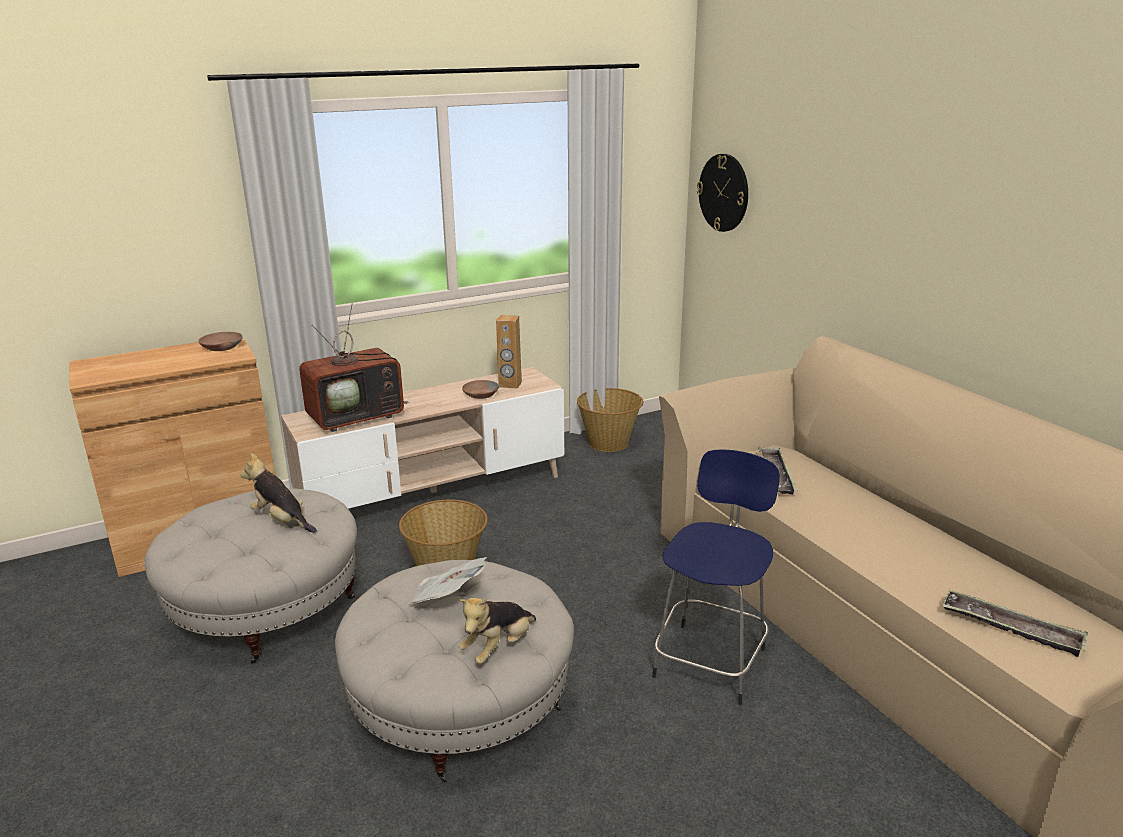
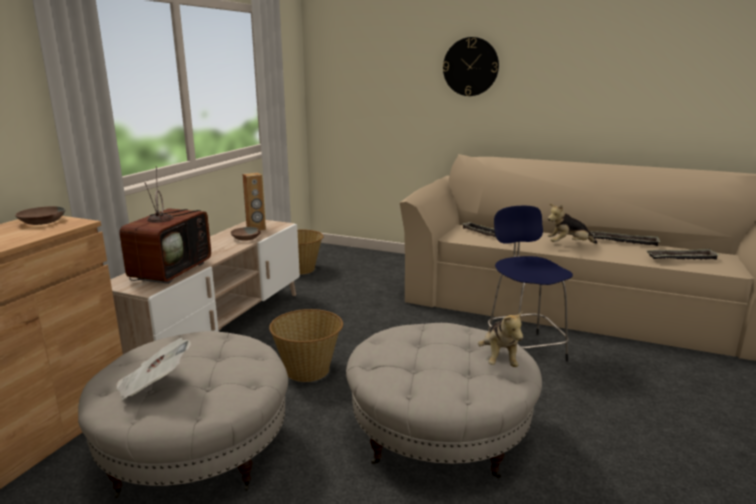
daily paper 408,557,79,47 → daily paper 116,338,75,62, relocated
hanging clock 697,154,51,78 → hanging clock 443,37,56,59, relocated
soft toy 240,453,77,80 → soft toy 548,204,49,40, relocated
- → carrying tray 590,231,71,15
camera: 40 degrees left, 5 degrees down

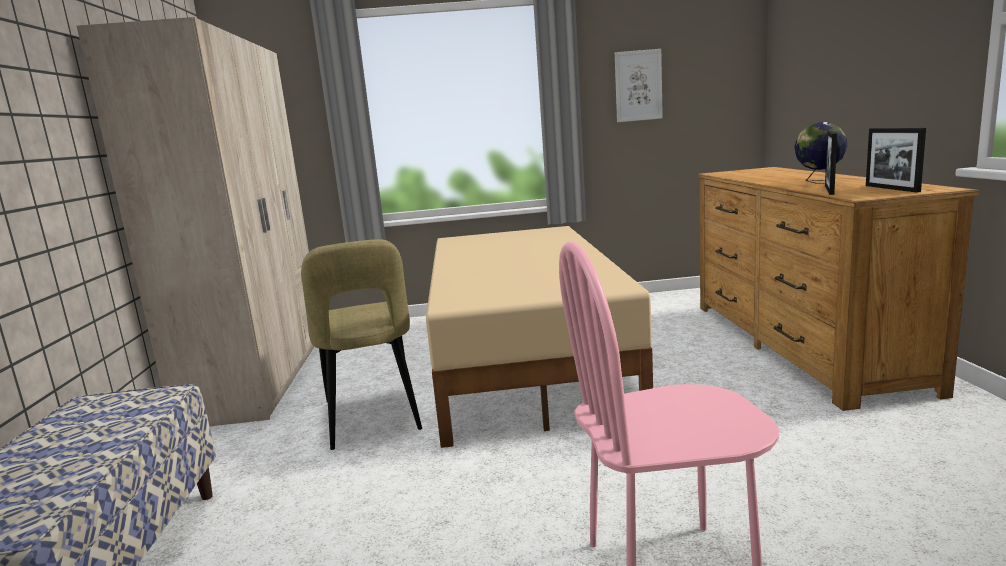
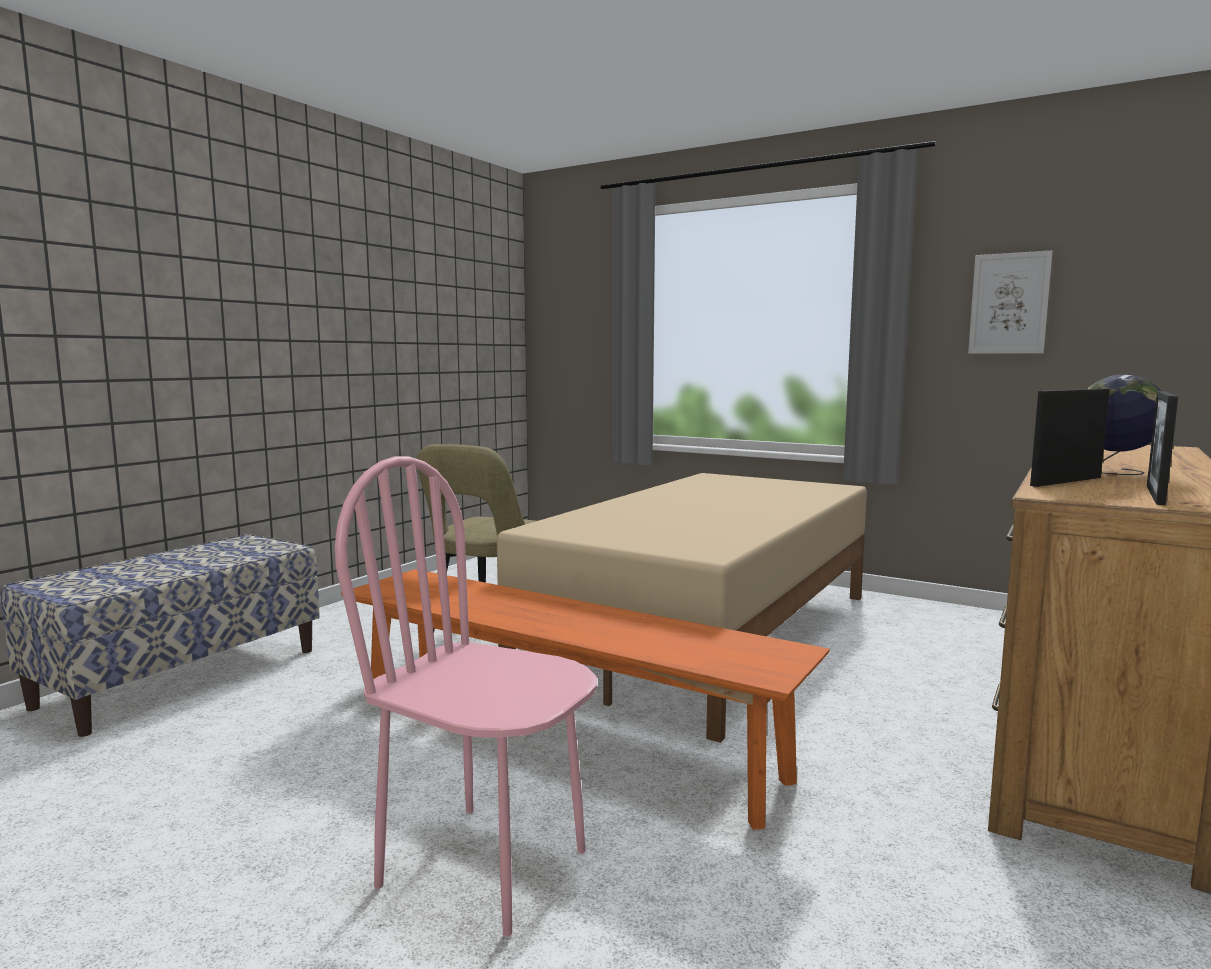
- → orangey indoor bench 341,569,489,261
sand-coloured armoire 77,17,237,409 → -
camera: 35 degrees right, 5 degrees down

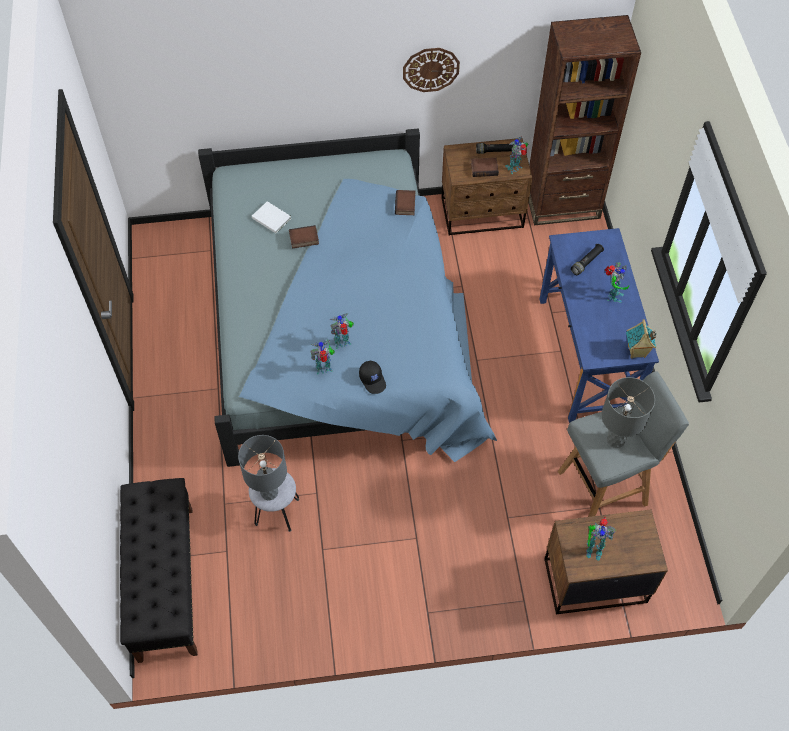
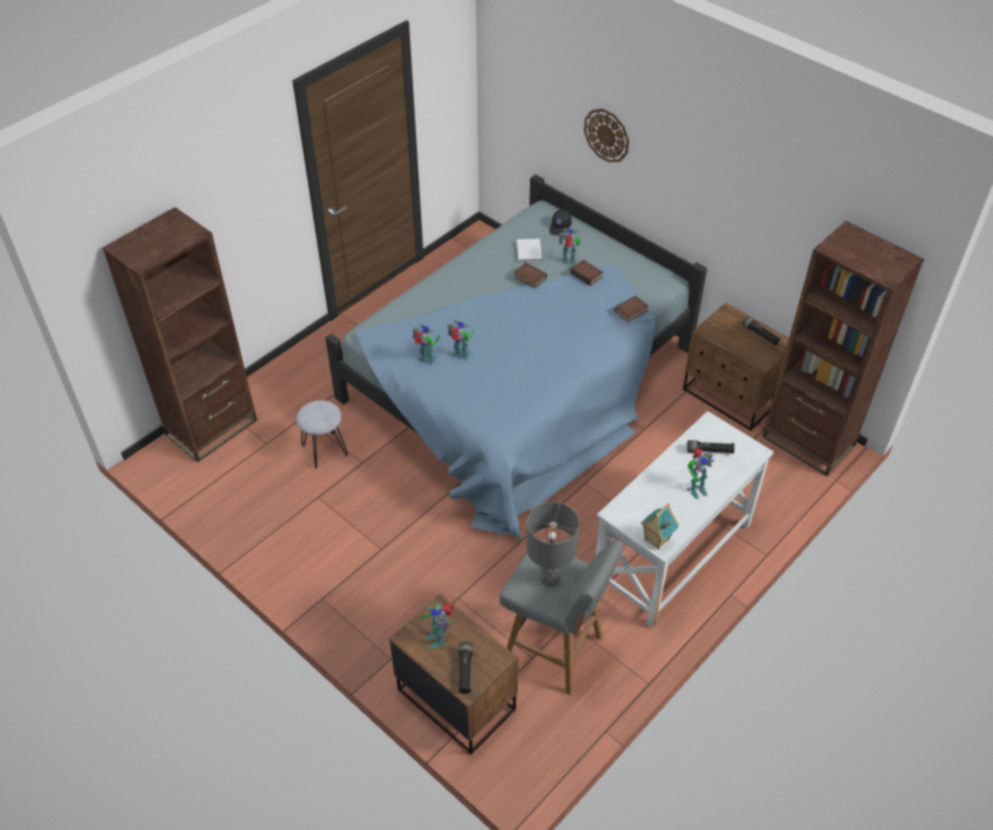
blackish indoor bench 120,478,78,185 → brown shelving unit 103,207,154,255
- → blackish hand torch 458,642,15,52
blackish peaked cap 359,361,27,33 → blackish peaked cap 549,210,23,26, relocated
model robot 505,136,23,38 → model robot 559,229,21,37, relocated
volume 471,158,28,19 → volume 570,260,33,26, relocated
hanging clock 403,48,57,44 → hanging clock 584,109,45,54, relocated
blue desk 539,228,120,195 → white-coloured desk 596,411,178,217
gray table lamp 238,435,49,66 → -
camera: 50 degrees right, 10 degrees down

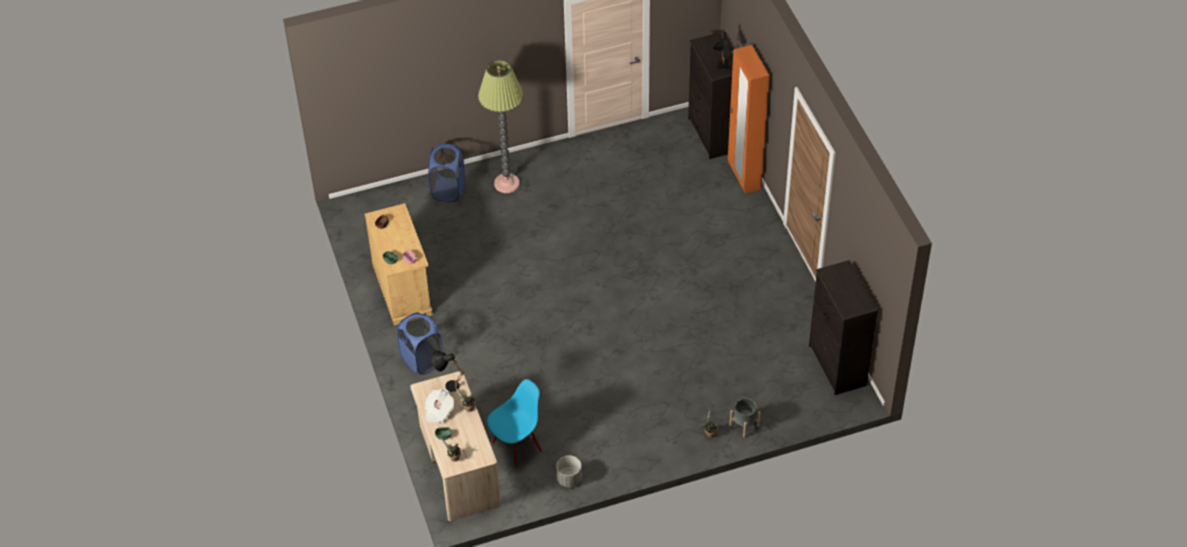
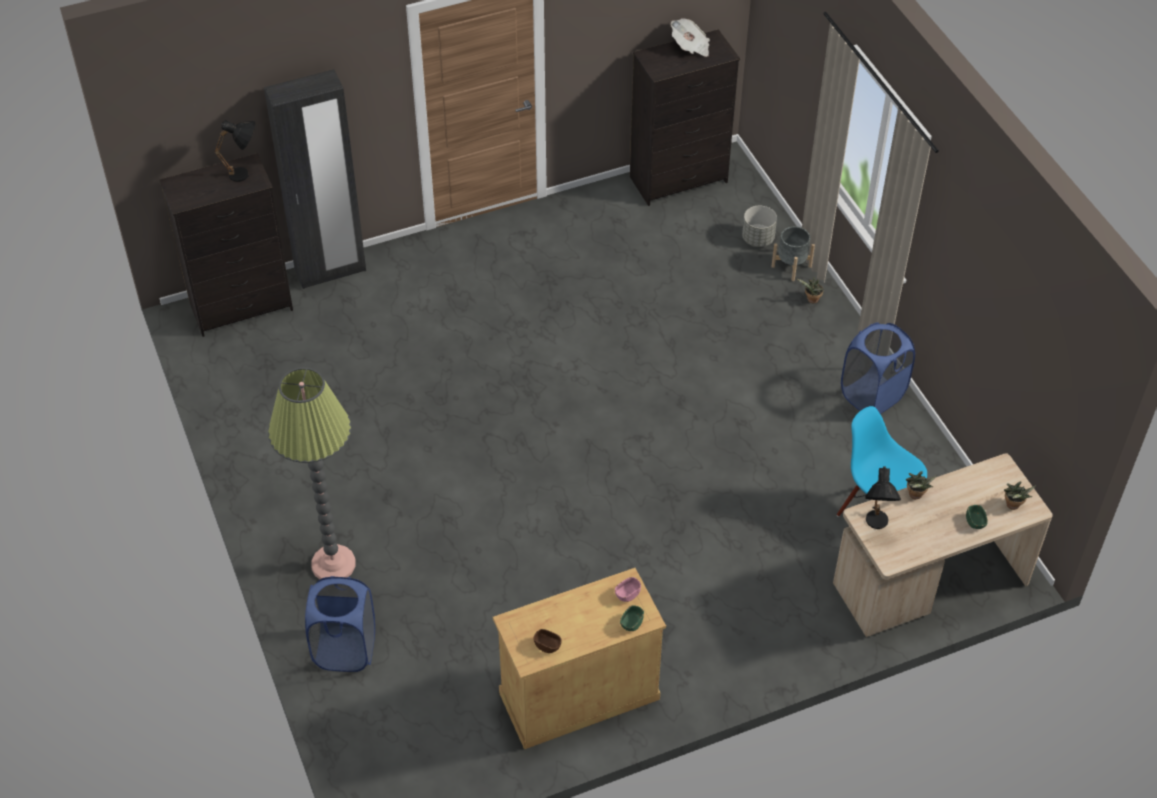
orangey armoire 728,45,42,148 → blackish armoire 264,69,102,220
daily paper 424,389,30,34 → daily paper 671,18,39,39, relocated
gray plant pot 556,455,26,32 → gray plant pot 742,206,35,41, relocated
blue hamper 397,312,46,63 → blue hamper 841,322,74,92, relocated
camera: 95 degrees left, 0 degrees up

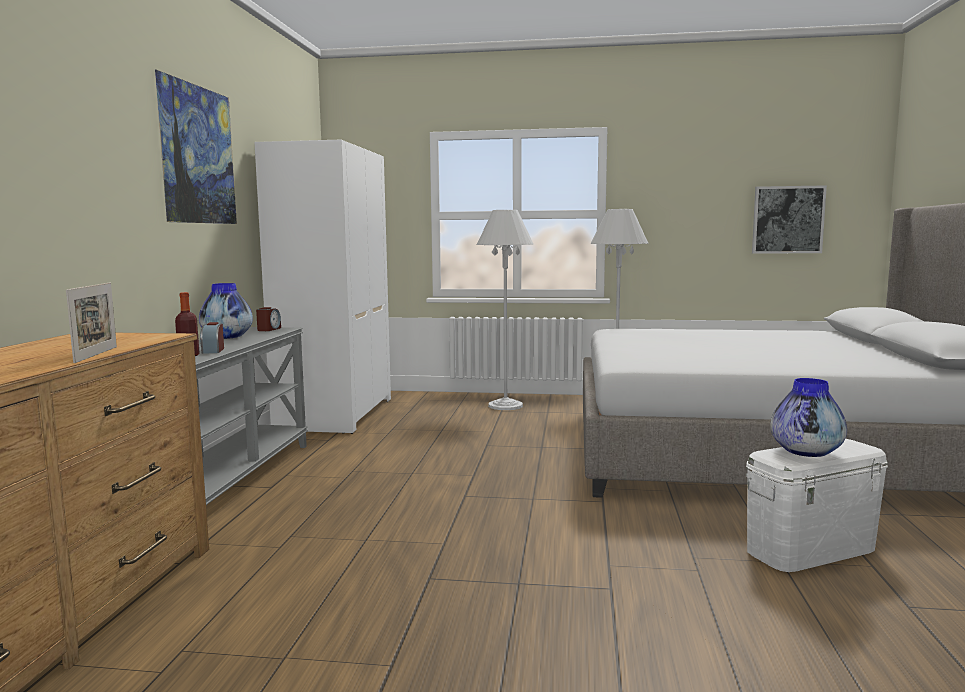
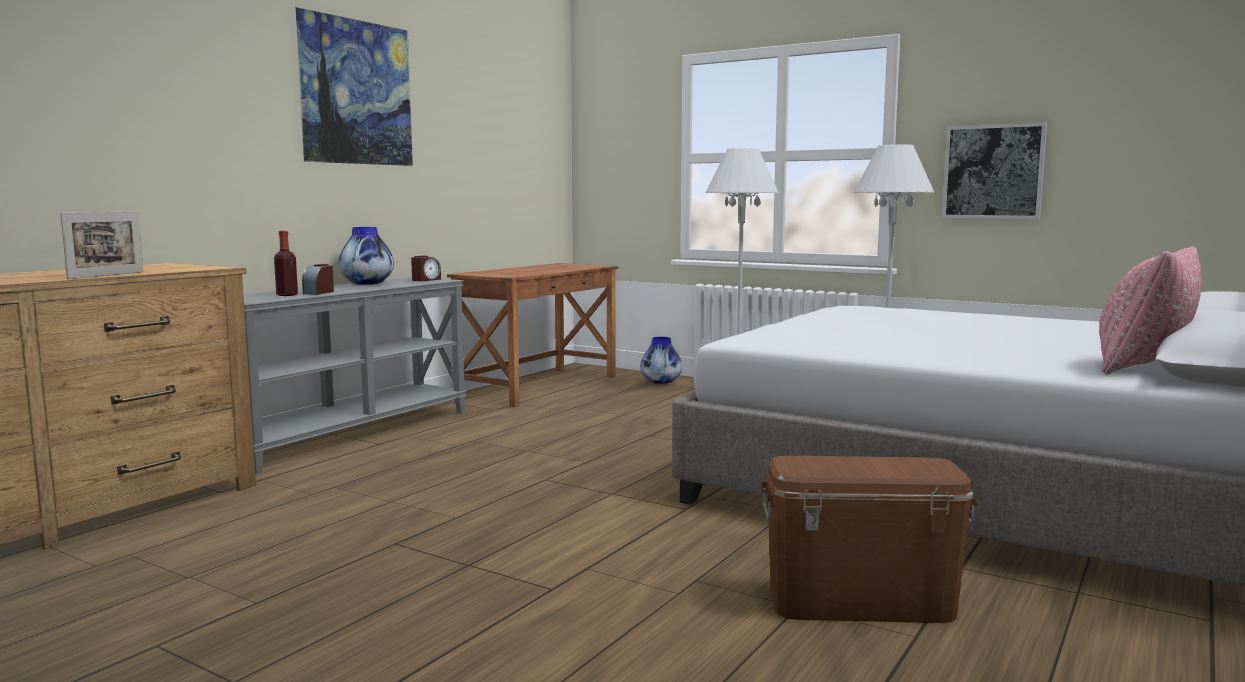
white-coloured armoire 254,140,137,294 → brown desk 447,263,171,144
decorative vase 770,378,77,79 → decorative vase 640,337,42,47, relocated
white-coloured storage bin 746,439,142,133 → brown storage bin 761,456,216,167
picture 752,185,75,69 → picture 942,122,105,97, relocated
- → pink-coloured pillow 1099,246,102,128
camera: 25 degrees right, 0 degrees up

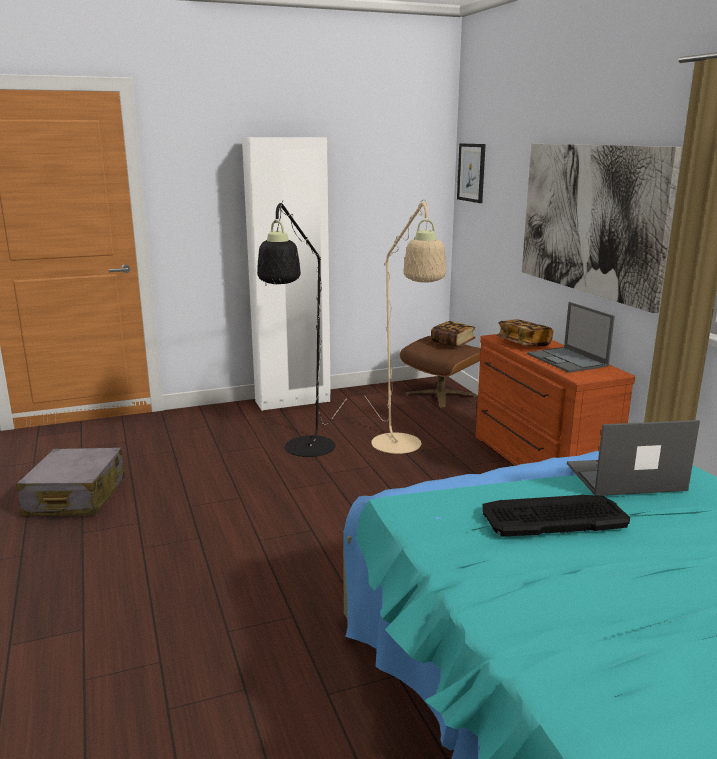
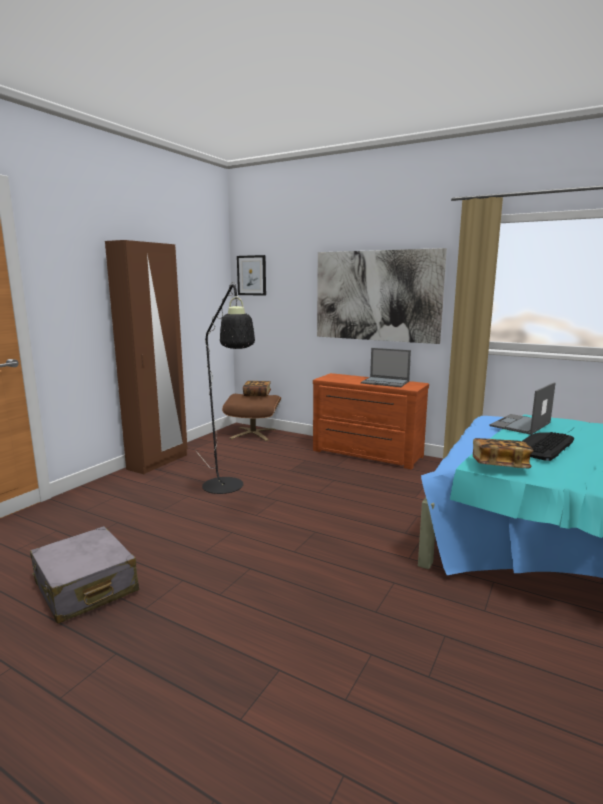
white-coloured armoire 242,137,89,274 → brown armoire 105,240,83,234
volume 496,319,57,27 → volume 473,438,61,31, relocated
sand-coloured standard lamp 365,199,81,255 → -
camera: 40 degrees left, 5 degrees down

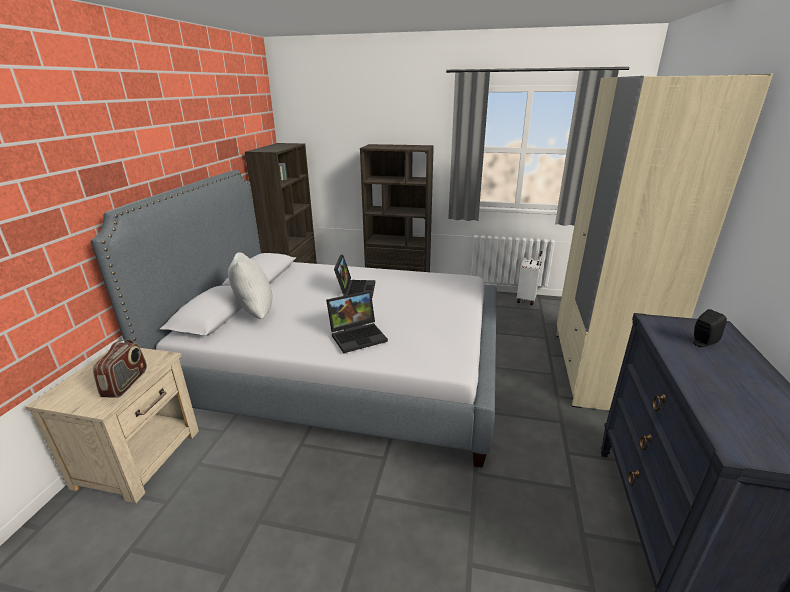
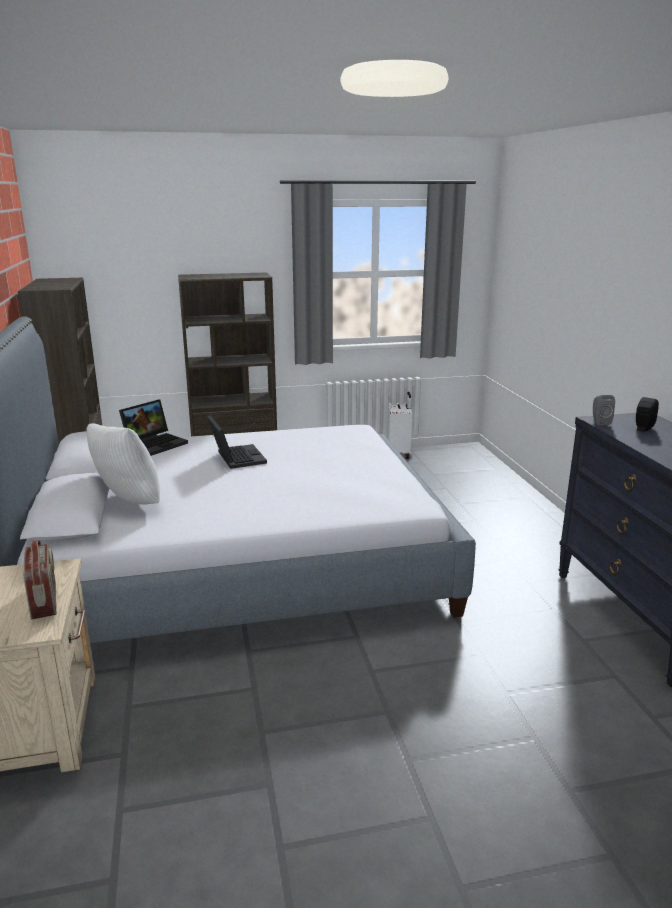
laptop 326,291,62,62 → laptop 119,399,69,57, relocated
- → gray loudspeaker 593,395,22,30
sand-coloured armoire 556,74,217,337 → -
camera: 25 degrees left, 5 degrees down

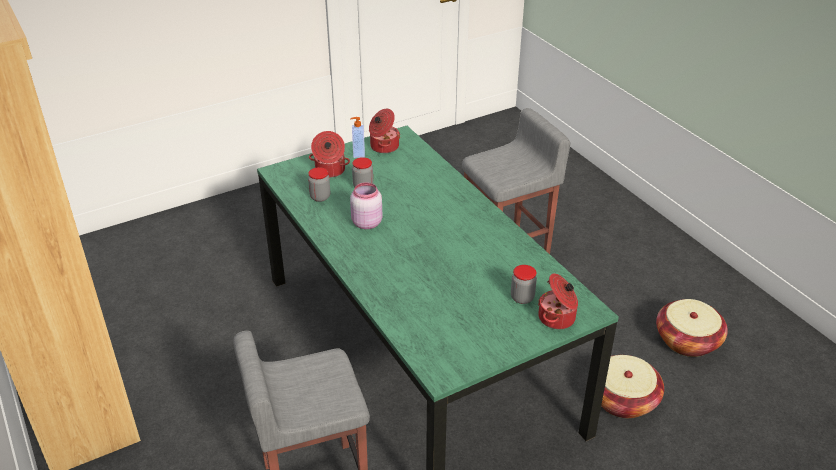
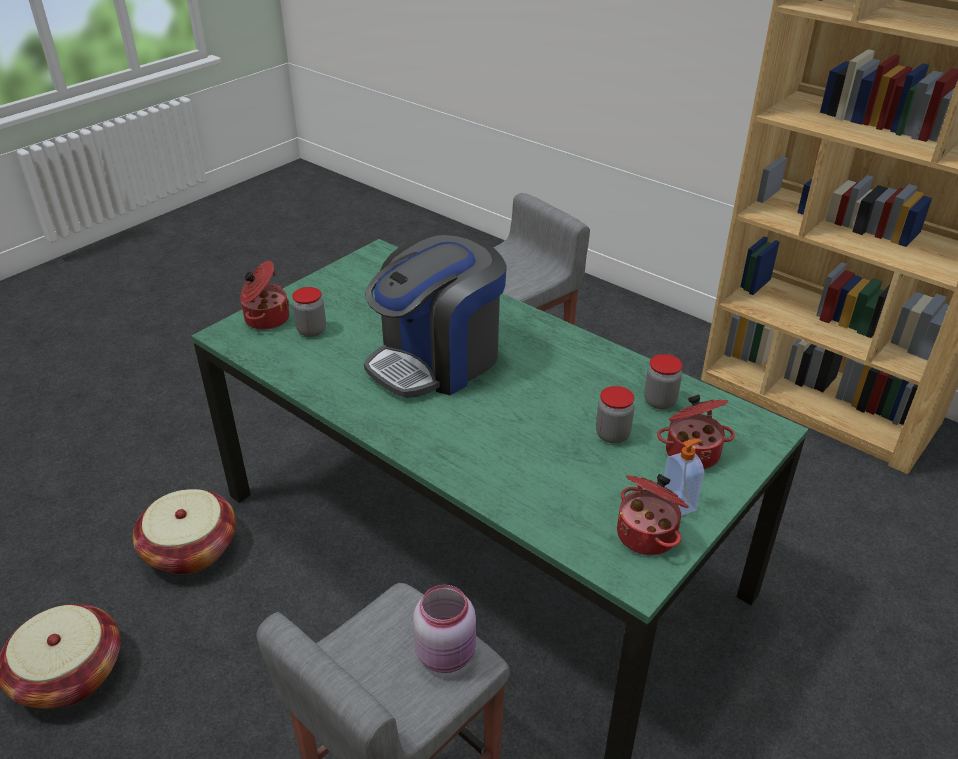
- → coffee brewer 364,233,143,165
pink-coloured storage jar 350,182,32,47 → pink-coloured storage jar 413,585,63,88, relocated
camera: 160 degrees right, 0 degrees up

